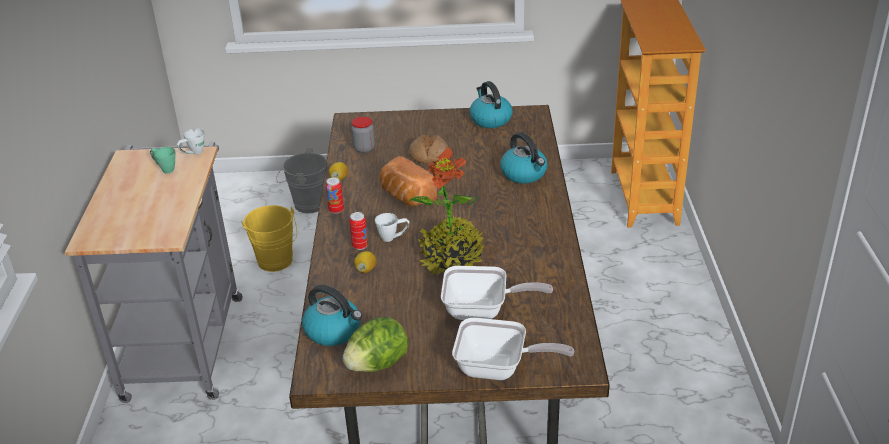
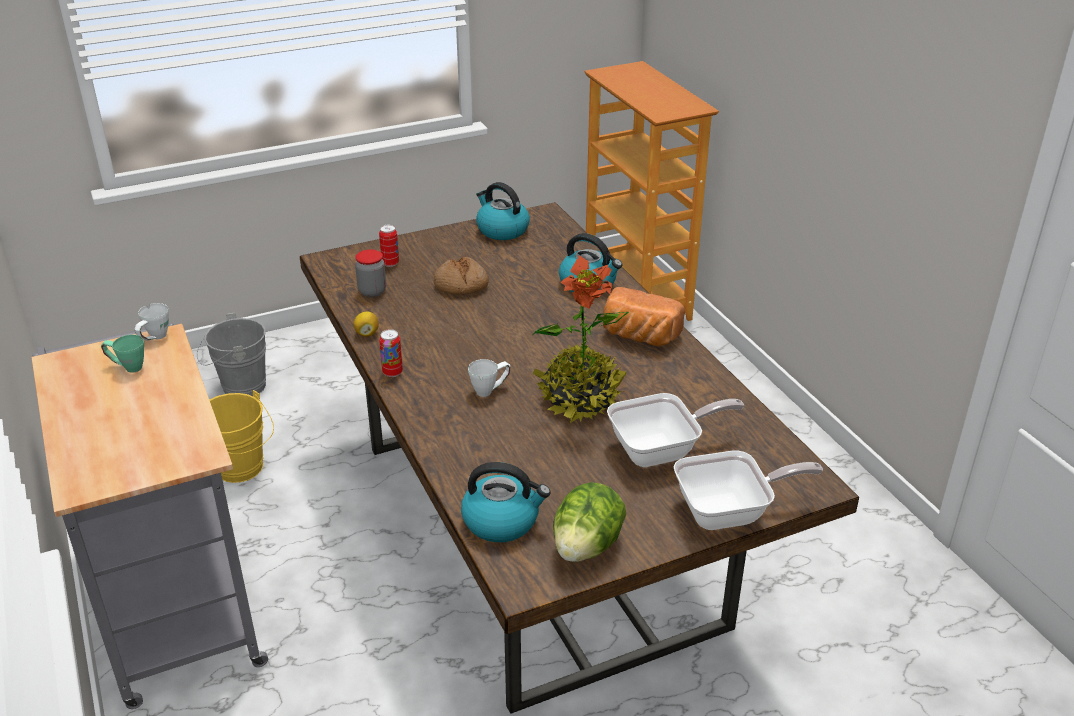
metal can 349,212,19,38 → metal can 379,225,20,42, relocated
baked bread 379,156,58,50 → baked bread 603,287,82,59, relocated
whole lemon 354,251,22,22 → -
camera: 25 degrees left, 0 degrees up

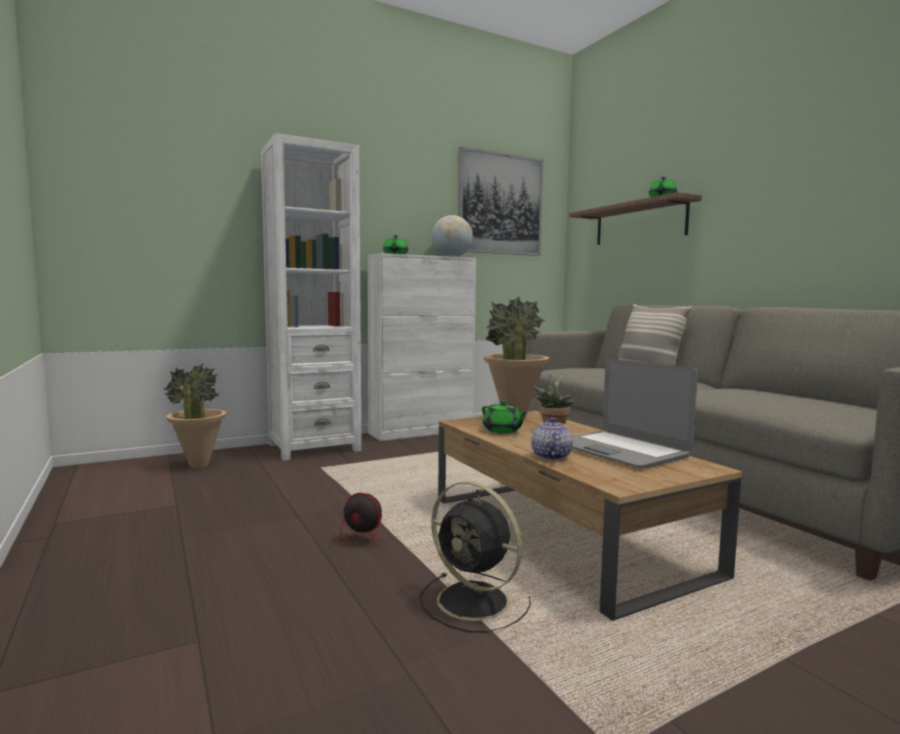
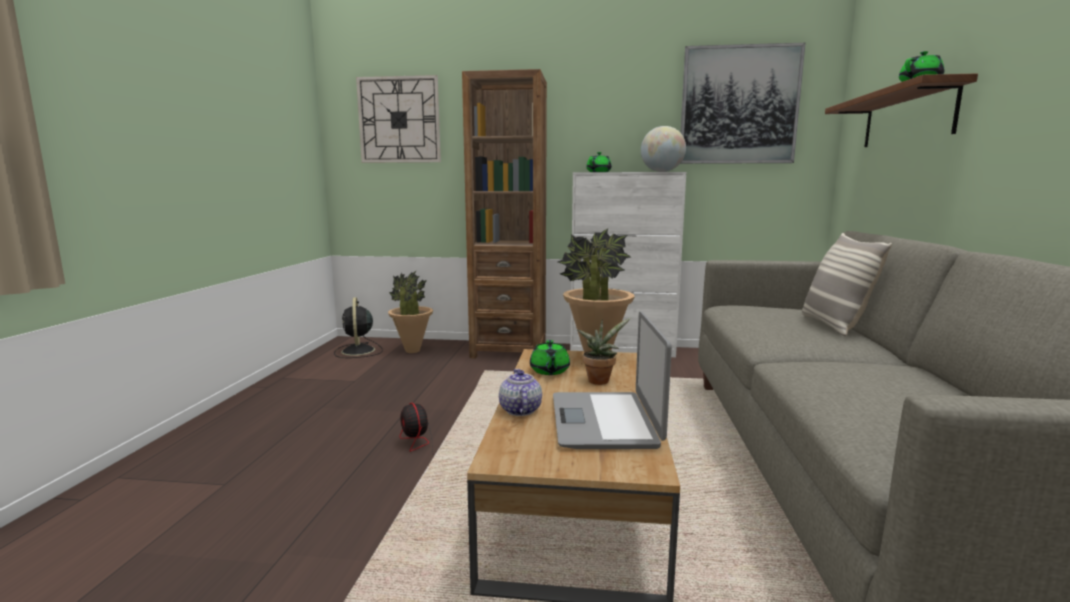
blackish fan 420,481,111,152 → blackish fan 334,297,49,61, relocated
- → hanging clock 356,75,85,88
white-coloured shelving unit 261,133,101,328 → brown shelving unit 462,69,85,289
teapot 531,417,42,43 → teapot 499,369,43,47, 45 degrees counterclockwise
camera: 35 degrees right, 5 degrees up

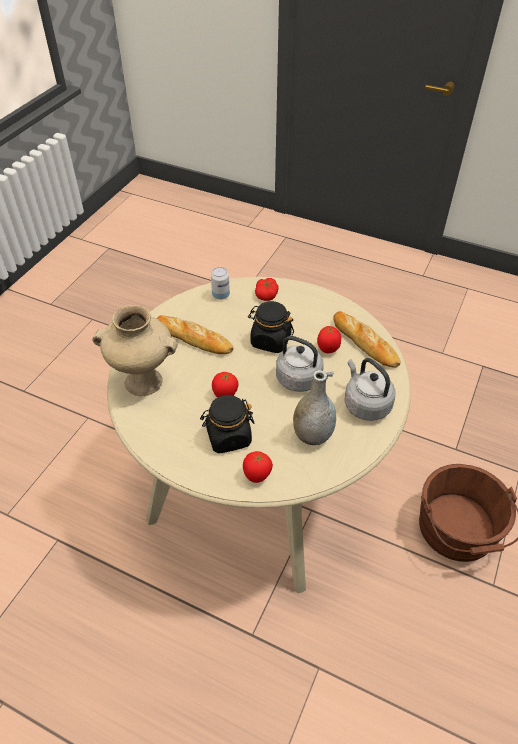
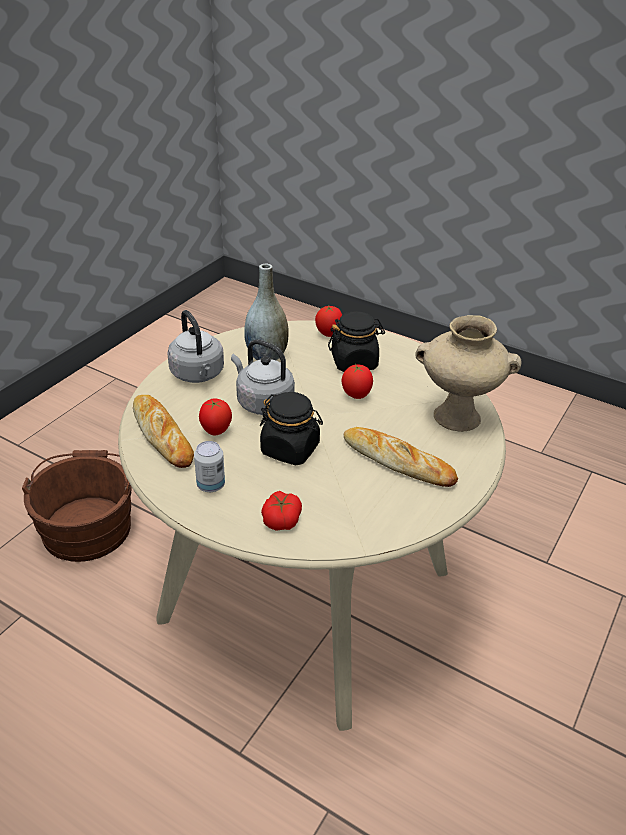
metal can 211,267,19,33 → metal can 194,441,31,51, relocated
camera: 175 degrees left, 10 degrees down

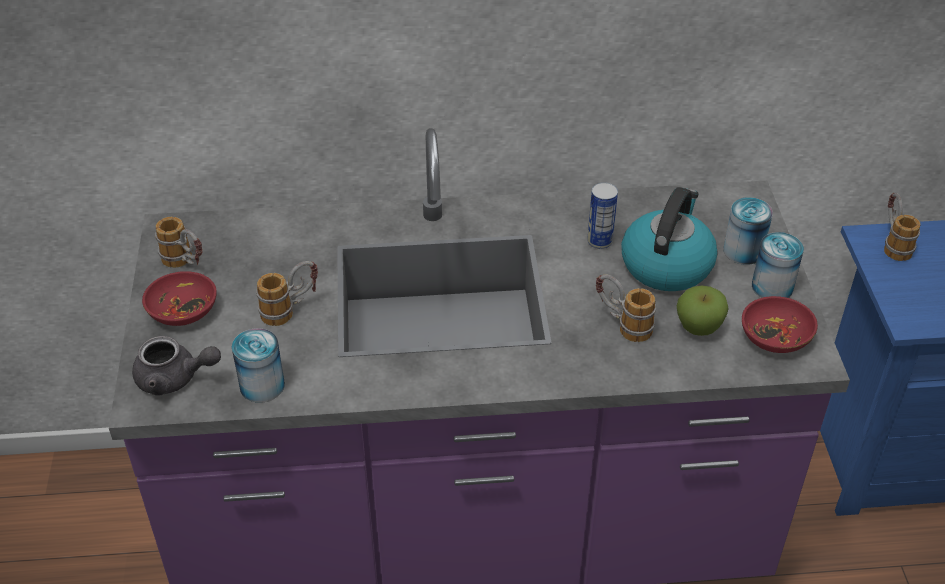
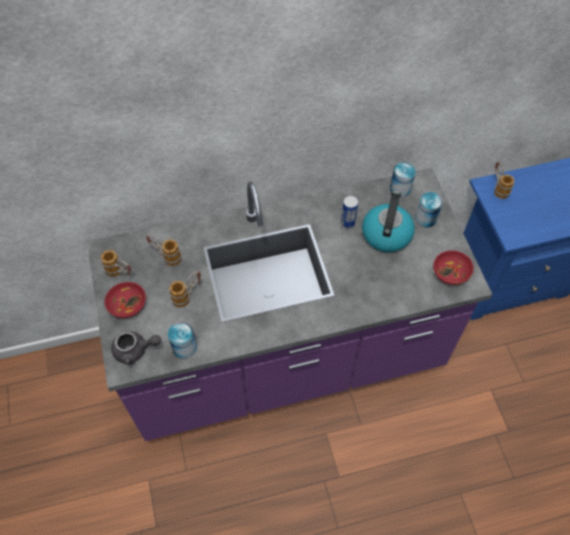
mug 596,275,60,67 → mug 146,235,36,31, relocated
metal can 752,232,52,66 → metal can 390,162,26,35, relocated
apple fruit 677,286,52,50 → -
camera: 10 degrees left, 15 degrees up

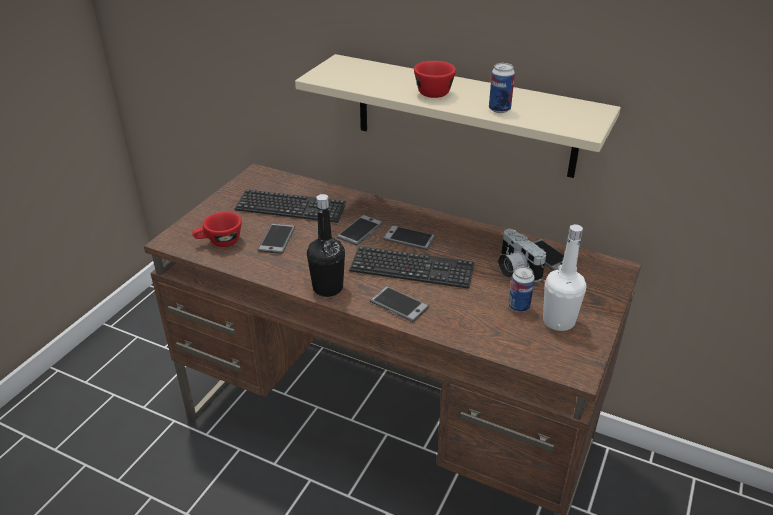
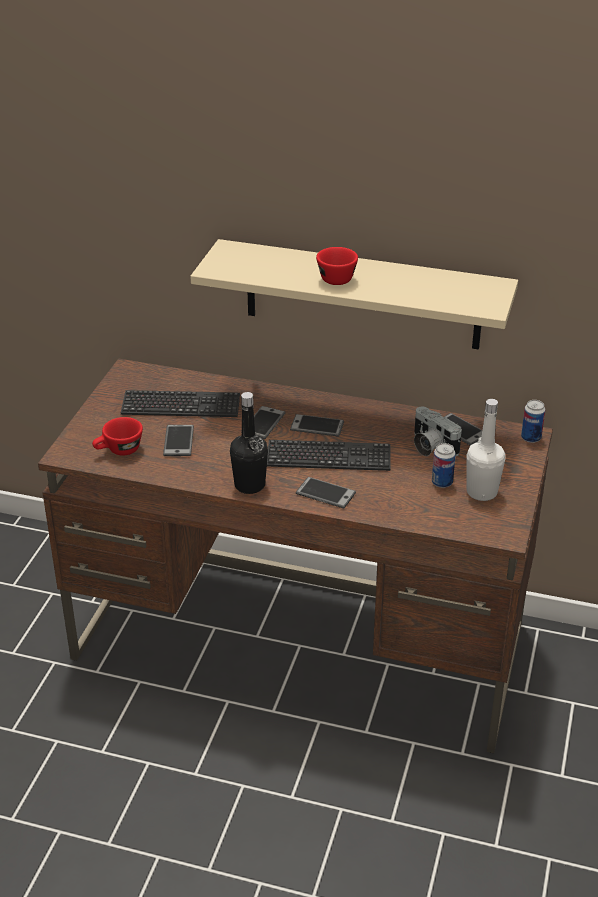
metal can 489,63,26,50 → metal can 521,400,24,43, relocated
camera: 10 degrees left, 0 degrees up

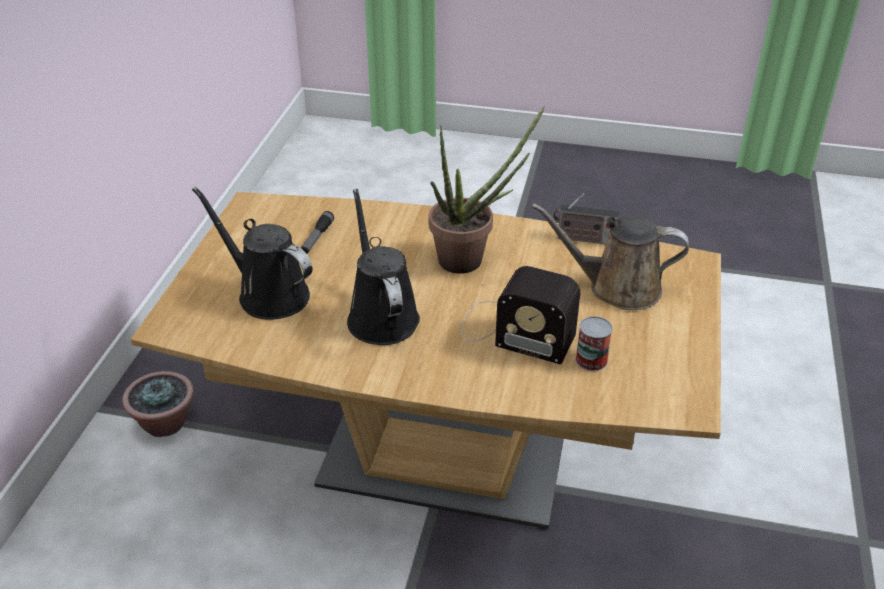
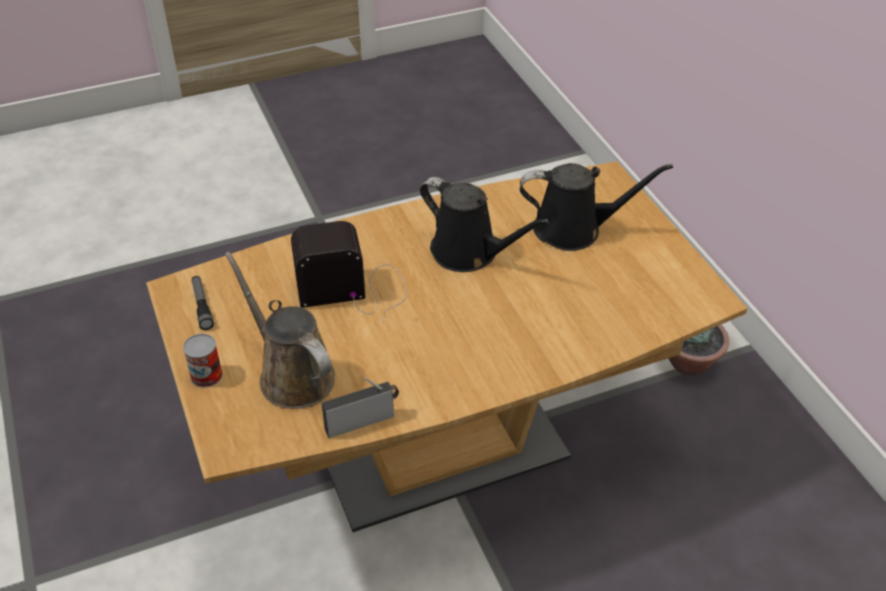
metal can 576,316,37,55 → metal can 183,334,40,54, relocated
hand torch 301,211,33,43 → hand torch 192,276,22,54, relocated
brown watering can 532,203,157,107 → brown watering can 225,251,110,158, 105 degrees counterclockwise
plant in a pot 428,106,117,168 → -
camera: 145 degrees right, 5 degrees up

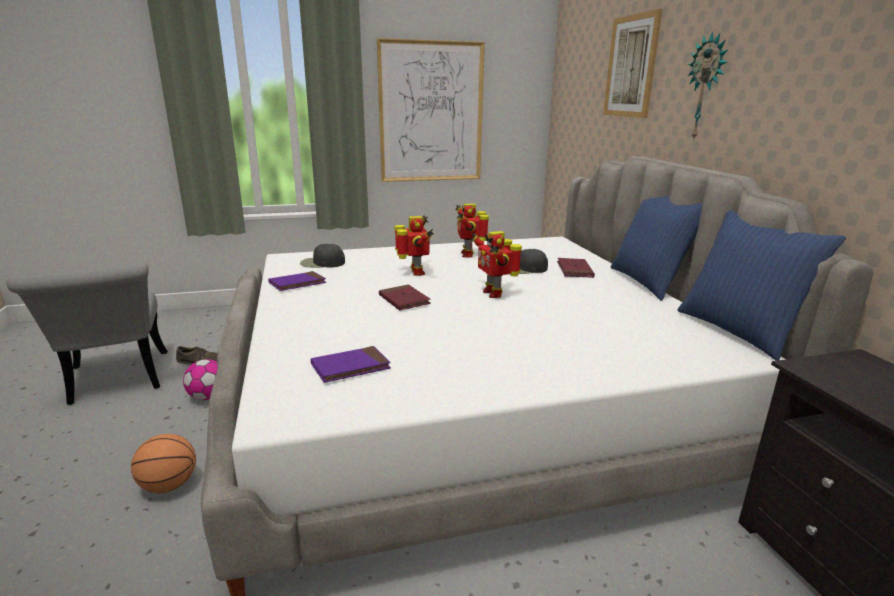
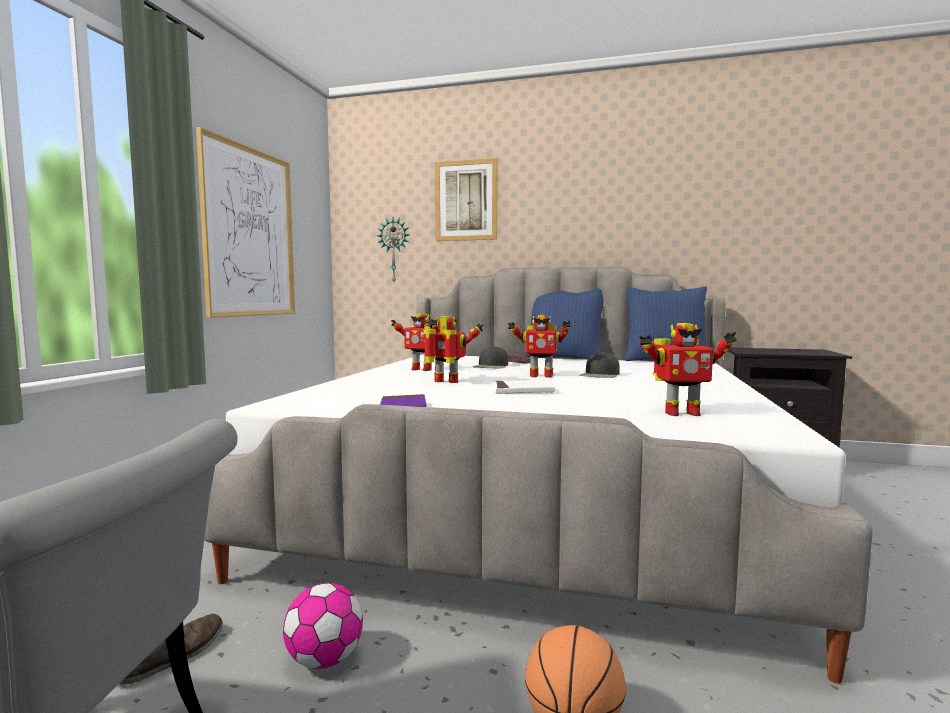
hanging clock 687,31,42,110 → hanging clock 377,217,33,65, relocated
reddish volume 379,284,52,26 → white-coloured volume 495,380,60,14
blackish peaked cap 300,244,45,24 → blackish peaked cap 580,352,40,26, relocated
purple-coloured volume 311,346,80,37 → model robot 639,323,98,93
camera: 60 degrees left, 15 degrees down

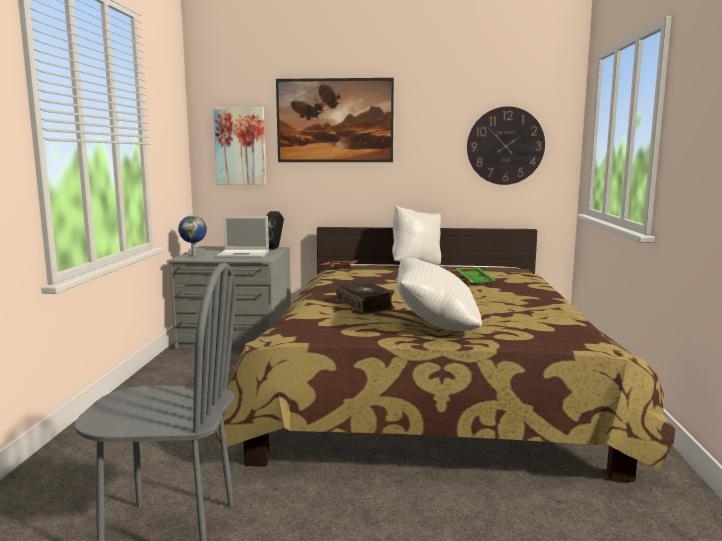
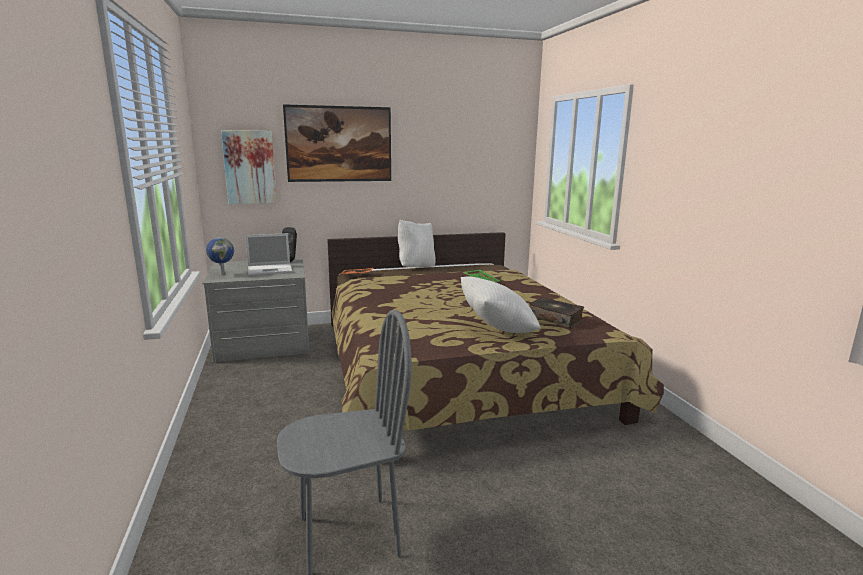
volume 336,281,59,33 → volume 529,297,55,31, relocated
hanging clock 467,106,78,79 → -
camera: 20 degrees left, 5 degrees up

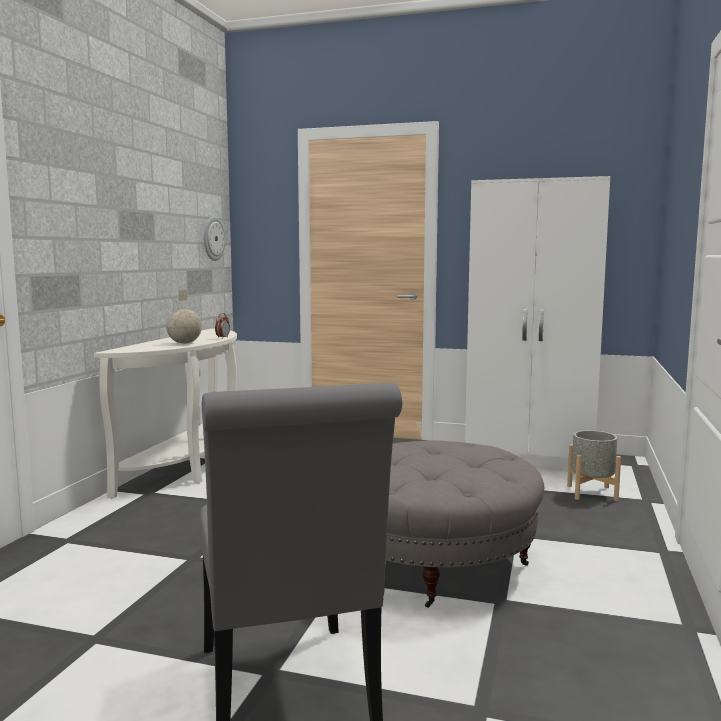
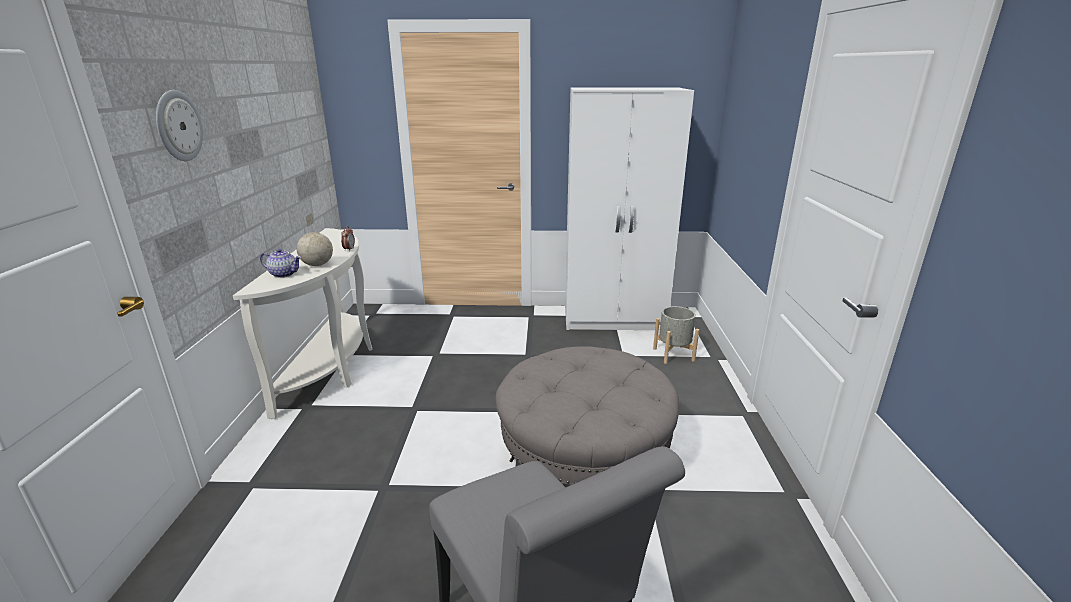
hanging clock 204,217,22,44 → hanging clock 156,90,47,71, relocated
- → teapot 260,249,41,29
camera: 15 degrees left, 15 degrees up

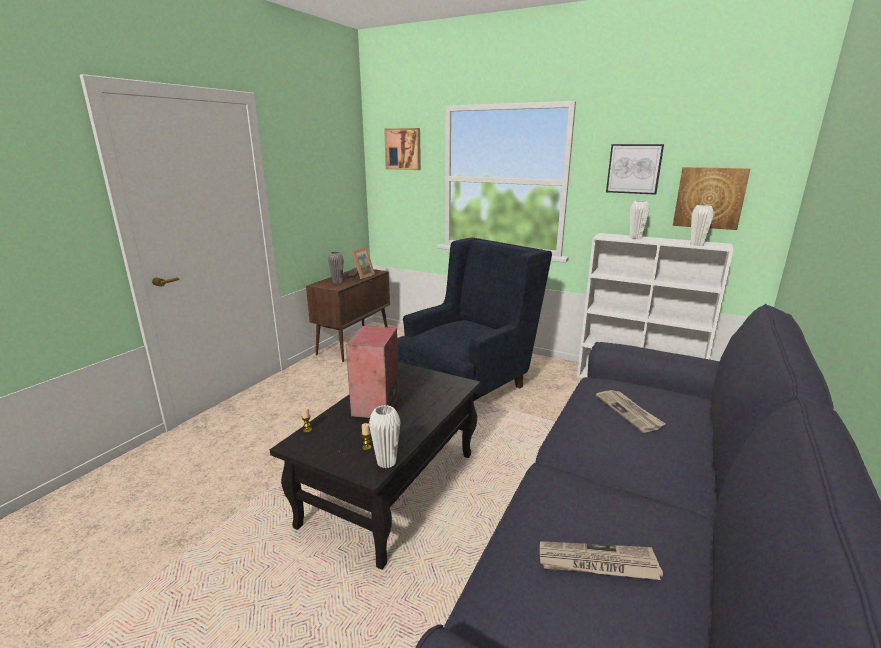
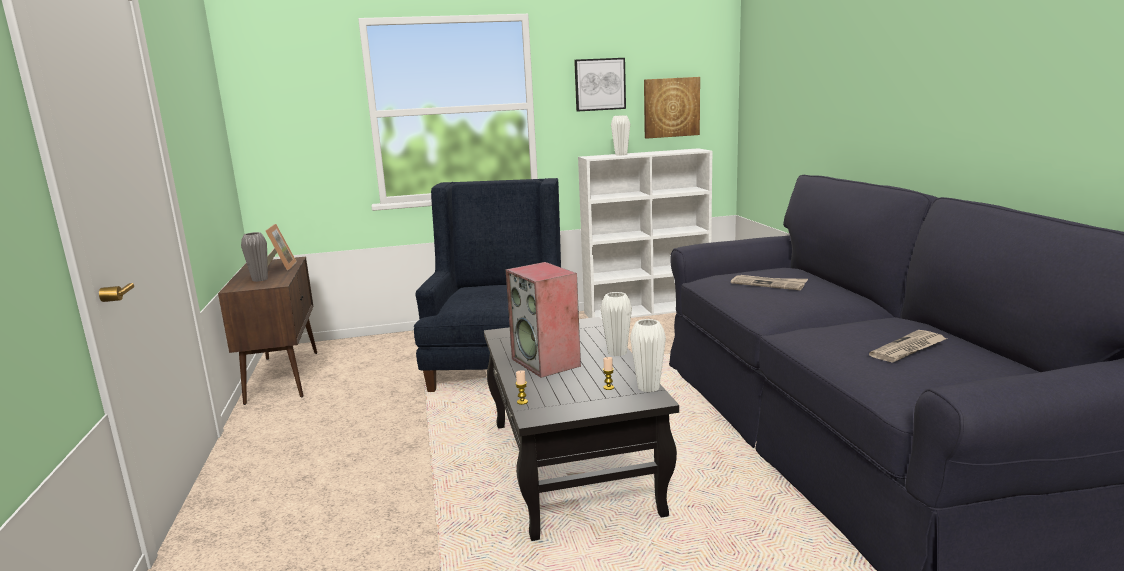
white-coloured decorative vase 690,205,24,41 → white-coloured decorative vase 601,292,31,64, relocated
picture 384,128,37,42 → -
camera: 40 degrees left, 5 degrees down

